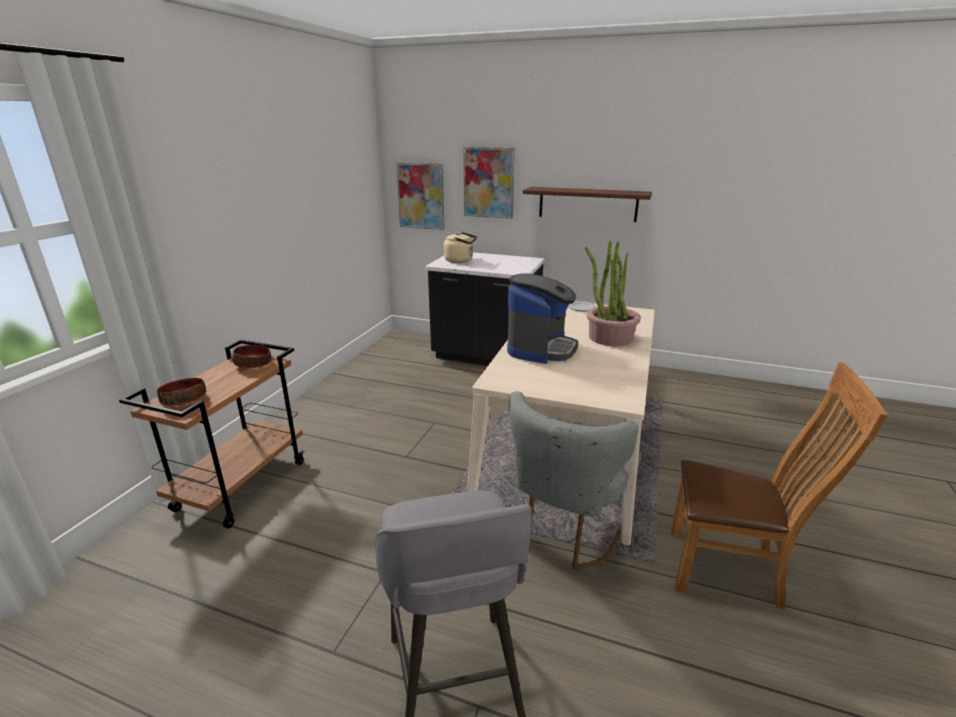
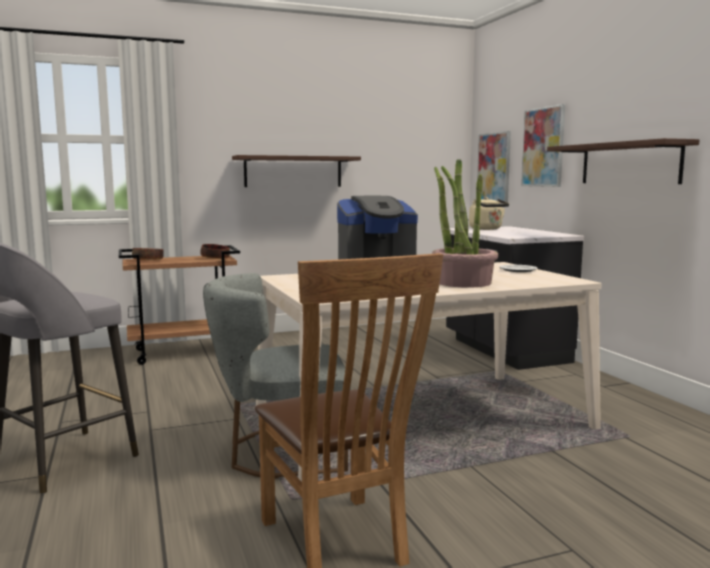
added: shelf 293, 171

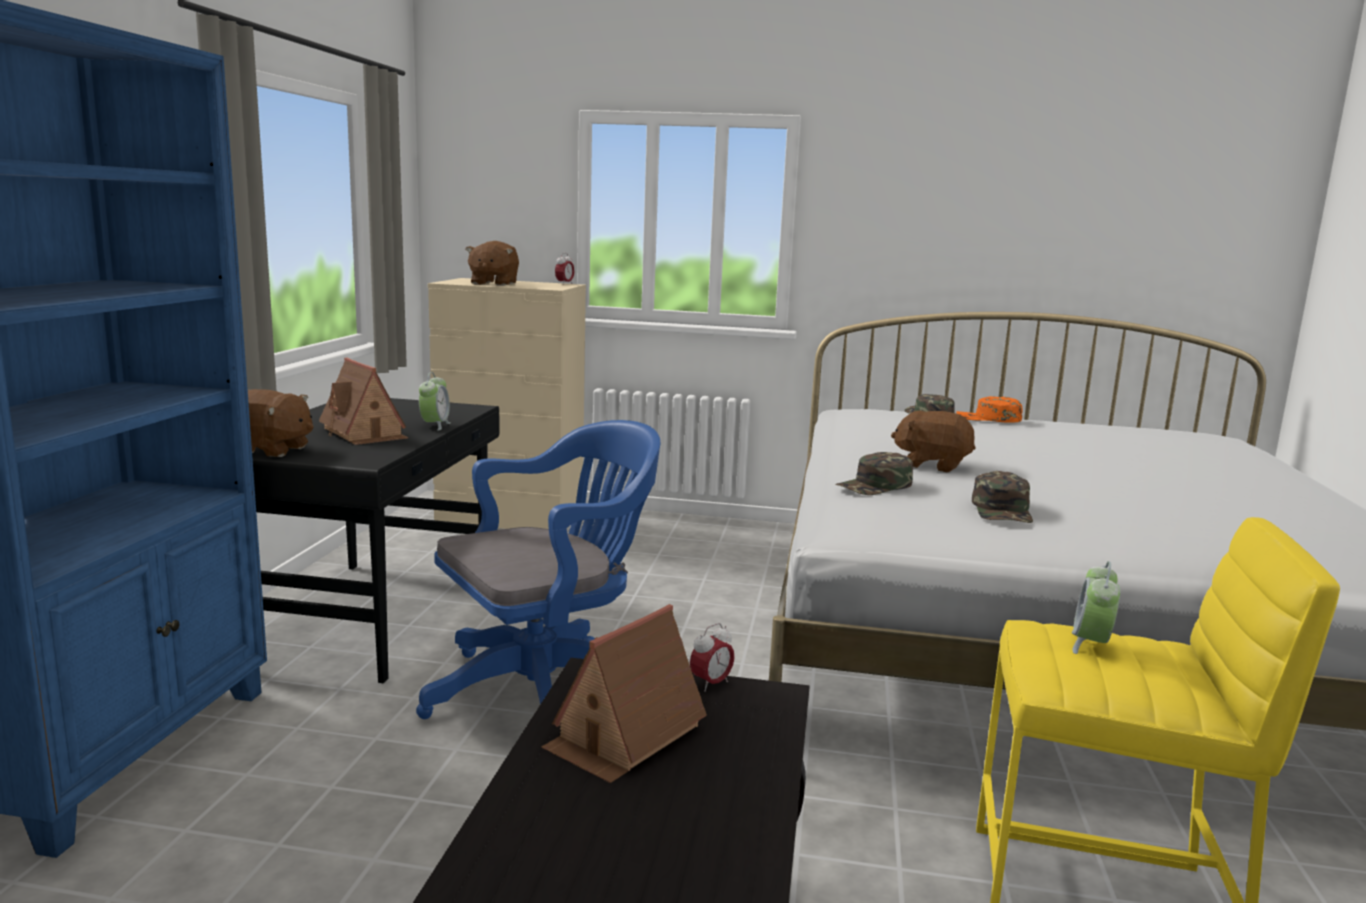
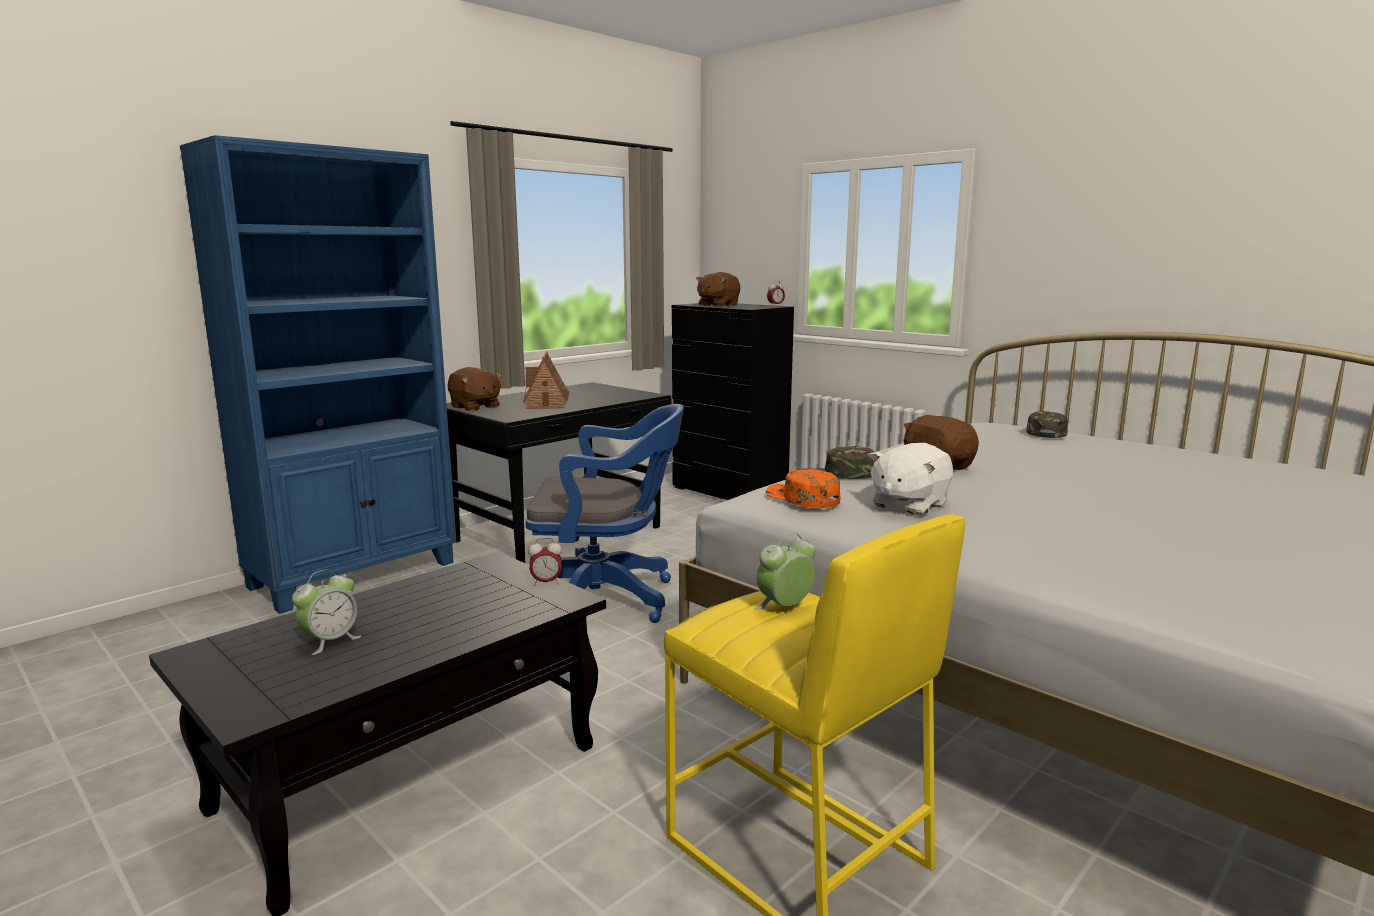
removed: toy house 624, 735
moved: alarm clock 435, 426 to 330, 641; cap/orange 988, 418 to 802, 498
replaced: cap/green 1003, 510 to plush toy/white 909, 505
recoloured: dresser/beige 511, 519 to dresser/black 729, 492

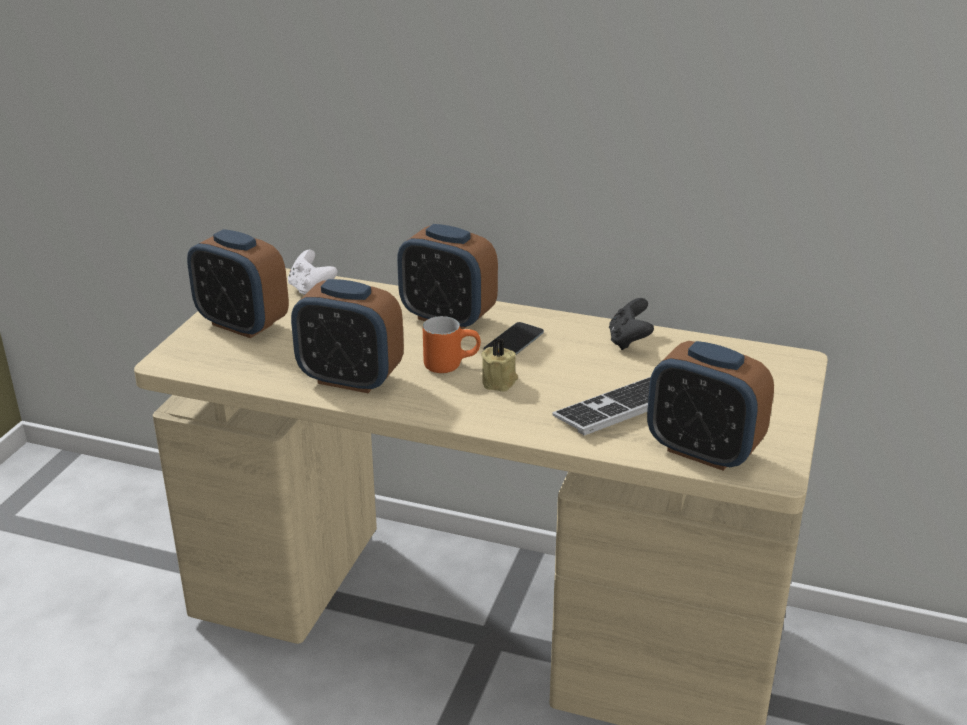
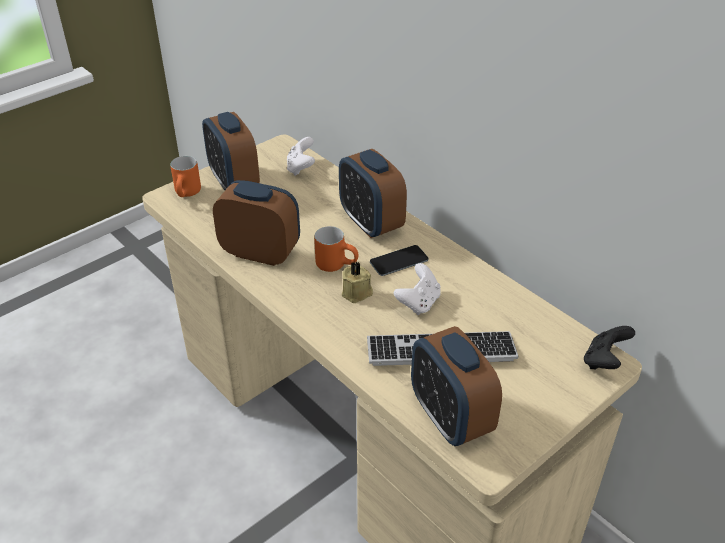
added: mug/orange 188, 194; game controller/white 418, 303
moved: game controller/black 629, 341 to 604, 361
turned: alarm clock 350, 379 = 260, 253 150 degrees clockwise

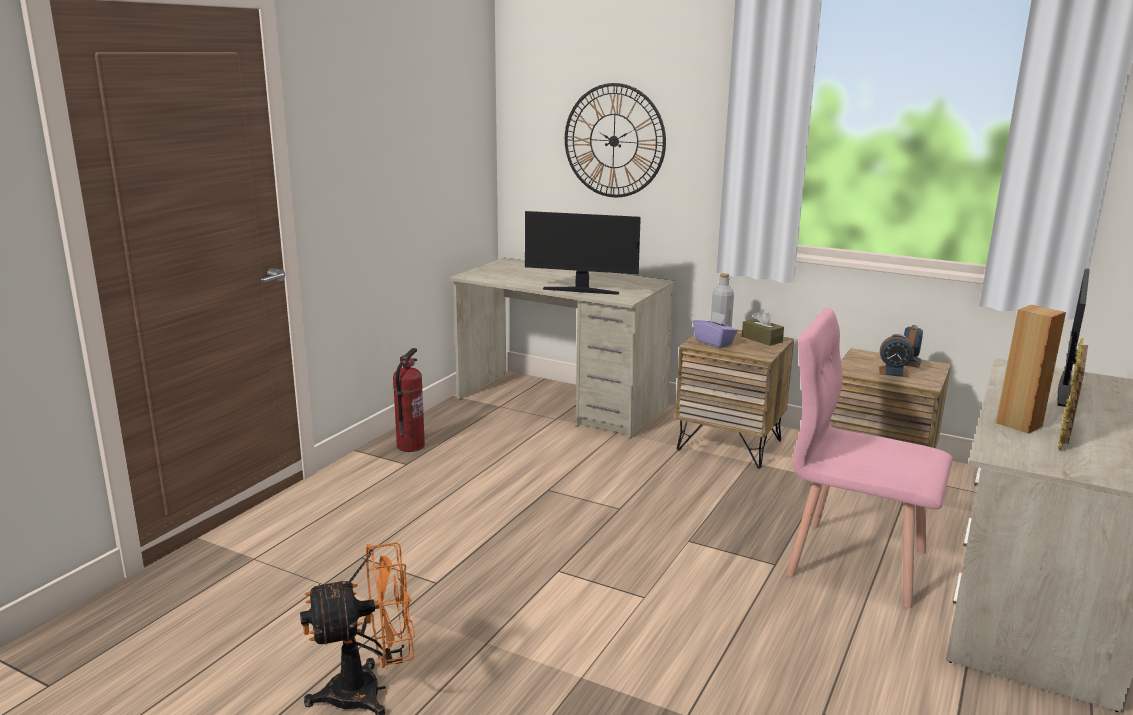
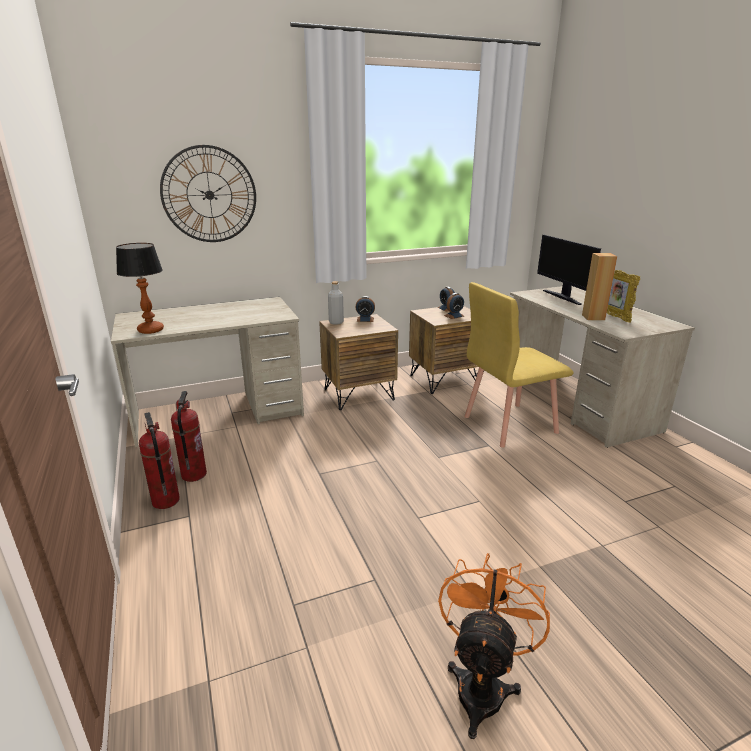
removed: monitor 581, 290; tissue box/purple 714, 342
added: table lamp 150, 330; fire extinguisher 193, 474
replaced: tissue box/brown 762, 339 to alarm clock 365, 319
recoloured: chair/pink 856, 561 to chair/yellow 509, 424

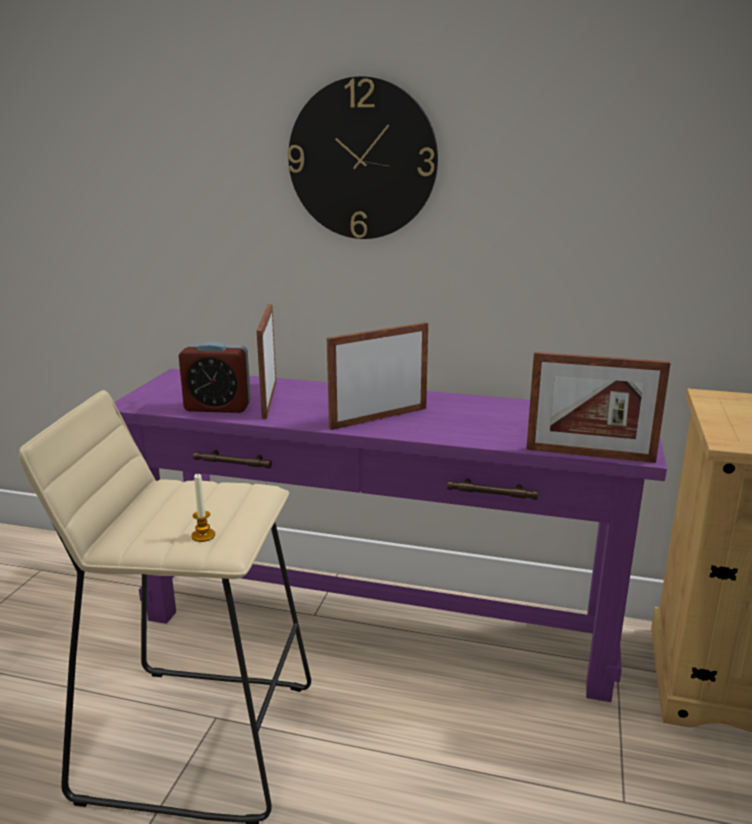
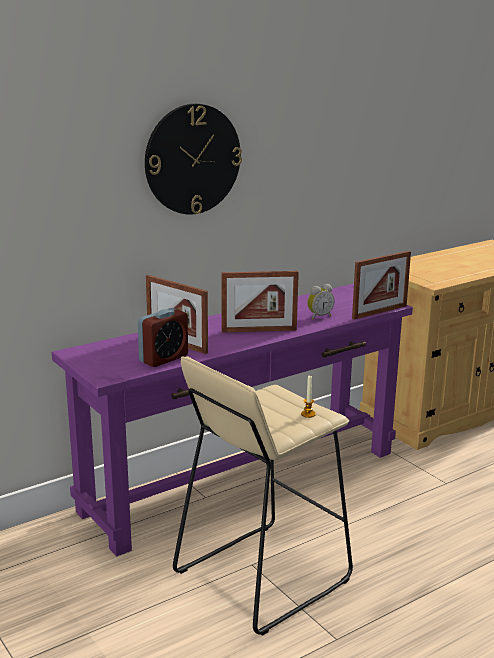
added: alarm clock 319, 316
turned: picture frame 379, 418 = 259, 330 105 degrees counterclockwise

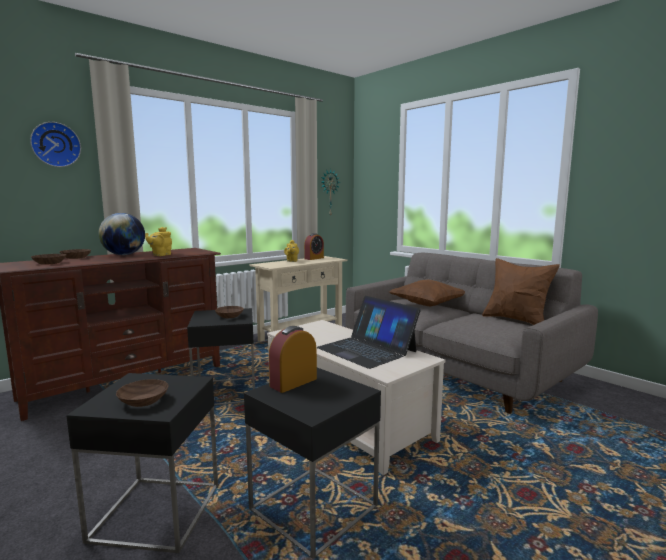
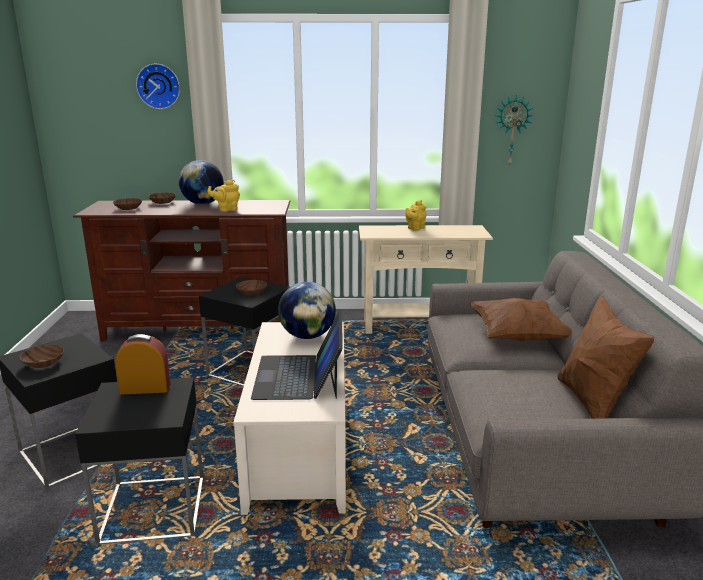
removed: alarm clock 314, 258
added: globe 307, 336

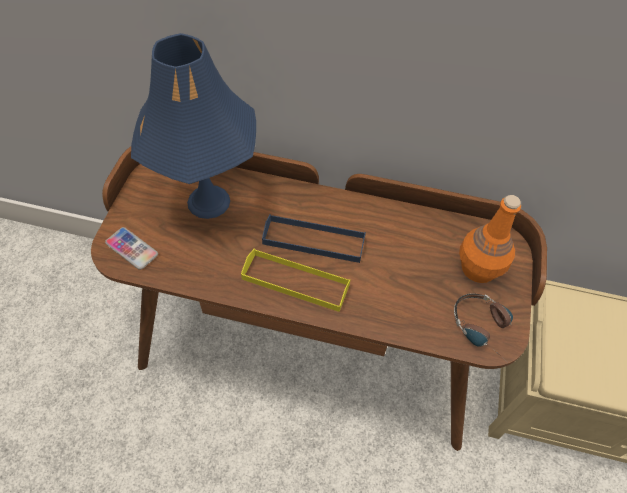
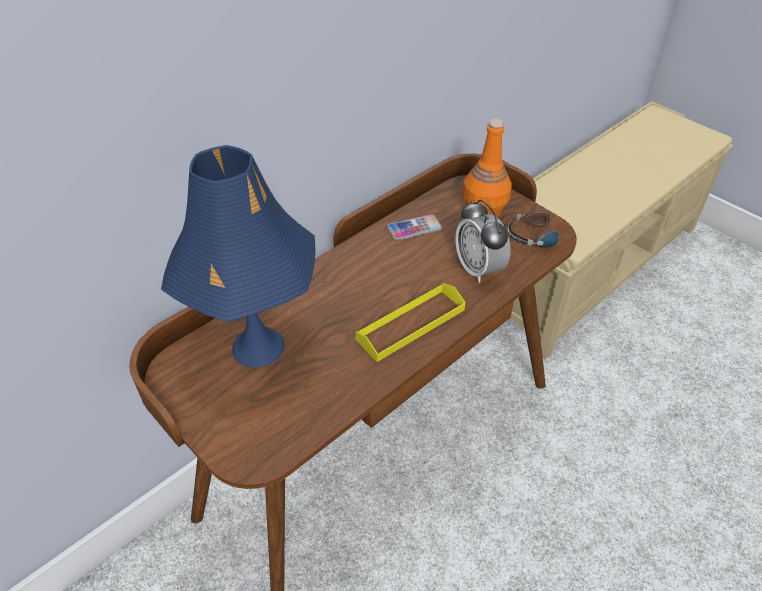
removed: tray/blue 313, 241
added: alarm clock 478, 269
moved: phone 132, 249 to 414, 228

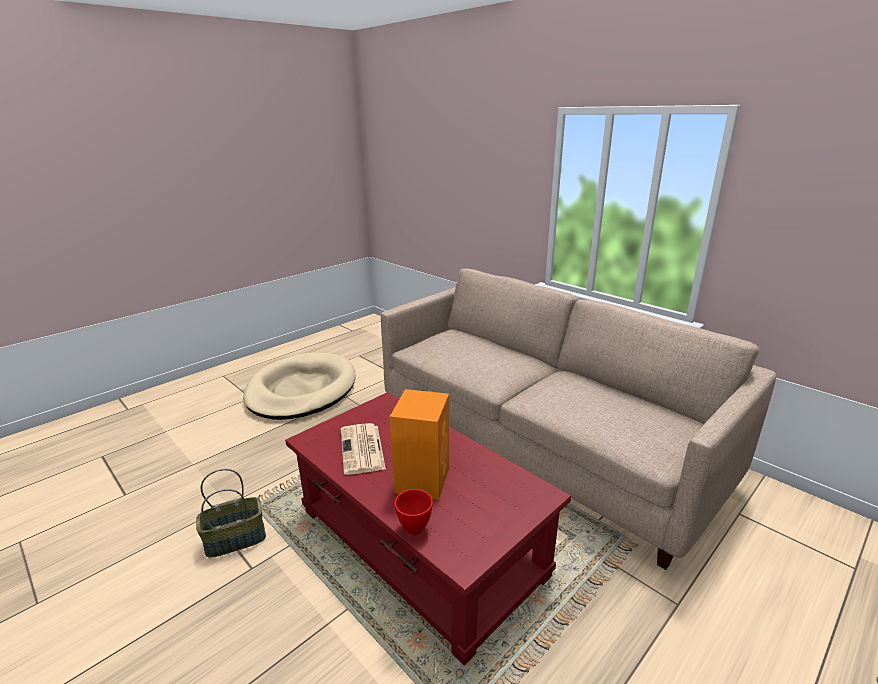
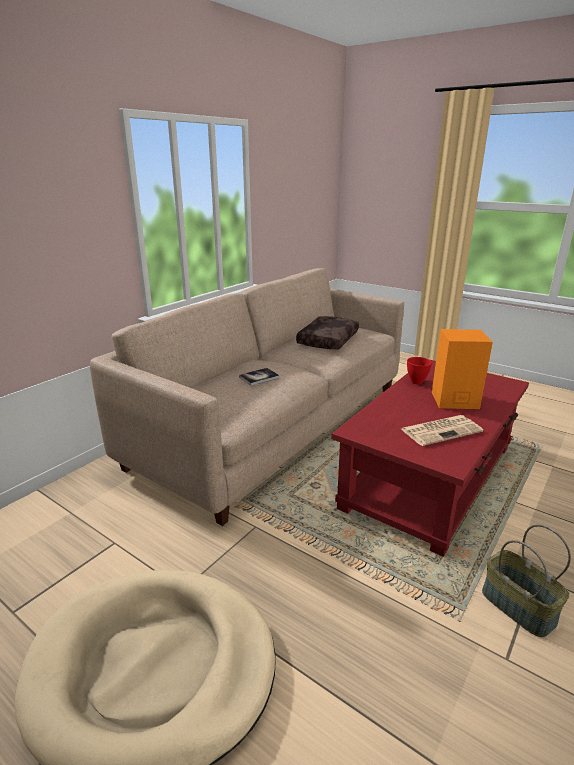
added: book 259, 377; pillow/brown 327, 340
moved: bowl/red 414, 528 to 416, 382

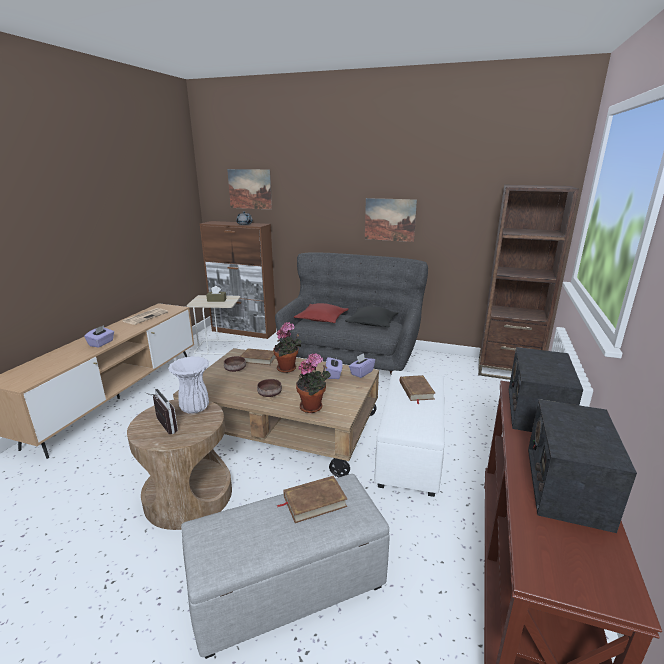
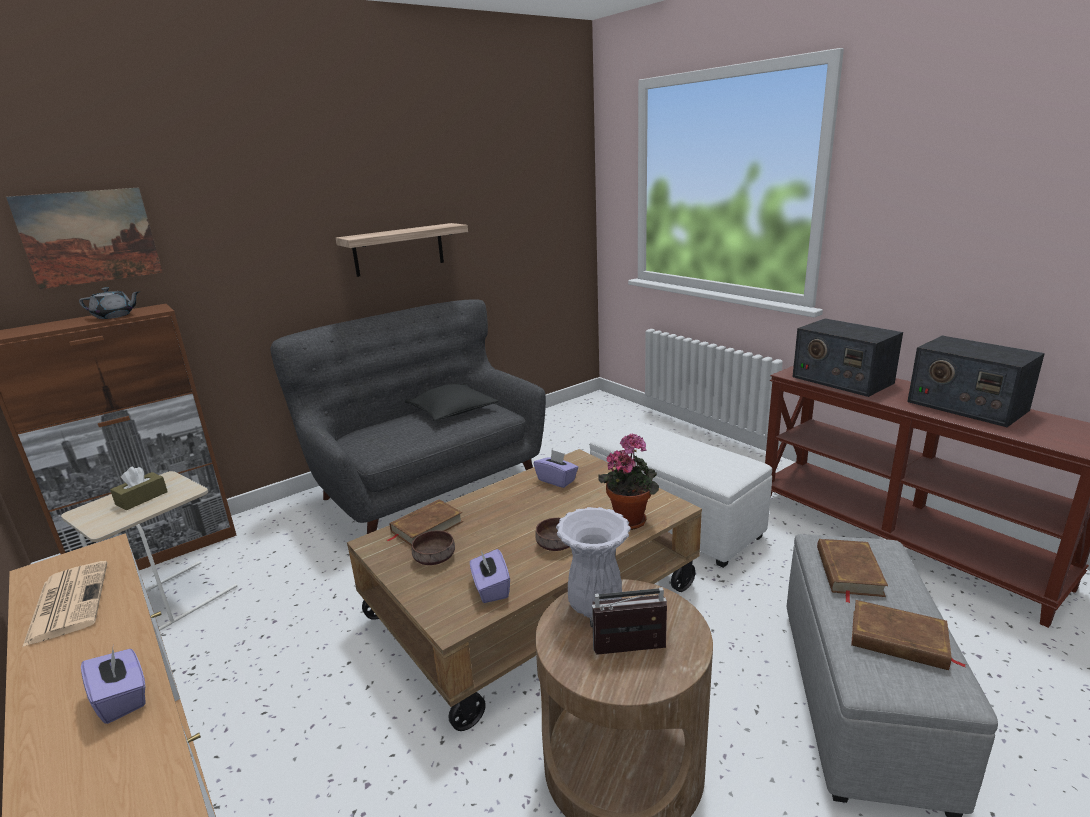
removed: potted plant 288, 369; pillow/red 321, 319; bookcase/brown 507, 371
moved: tissue box/purple 361, 373 to 490, 589; book/brown 416, 390 to 898, 640
replaced: picture 390, 219 to shelf 399, 249

